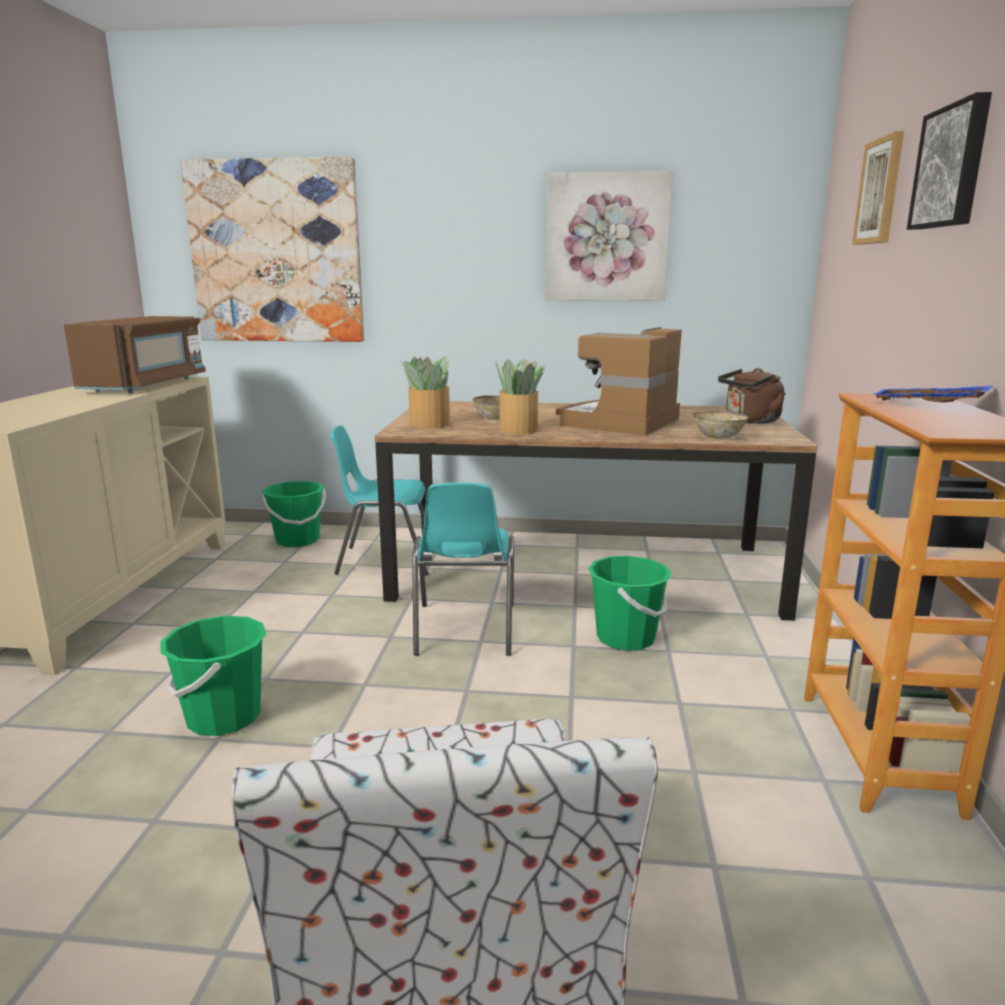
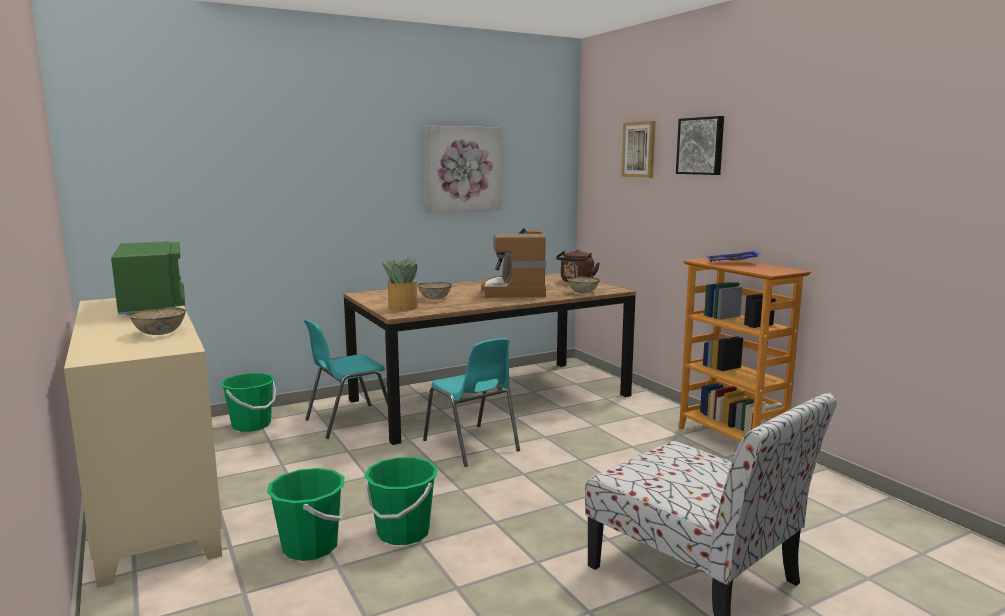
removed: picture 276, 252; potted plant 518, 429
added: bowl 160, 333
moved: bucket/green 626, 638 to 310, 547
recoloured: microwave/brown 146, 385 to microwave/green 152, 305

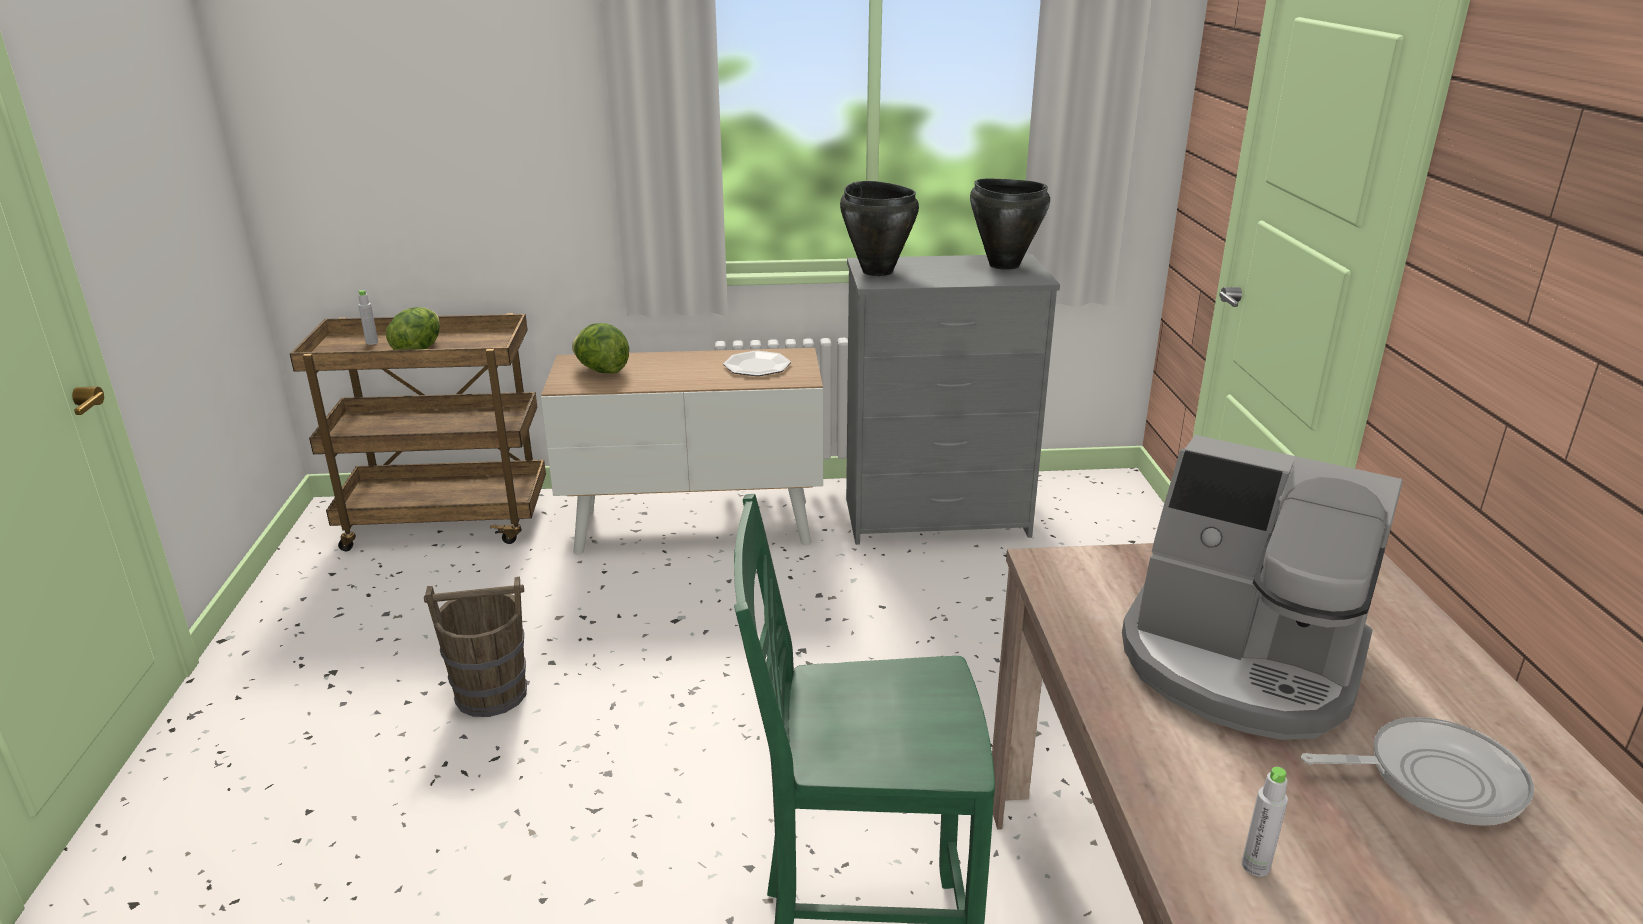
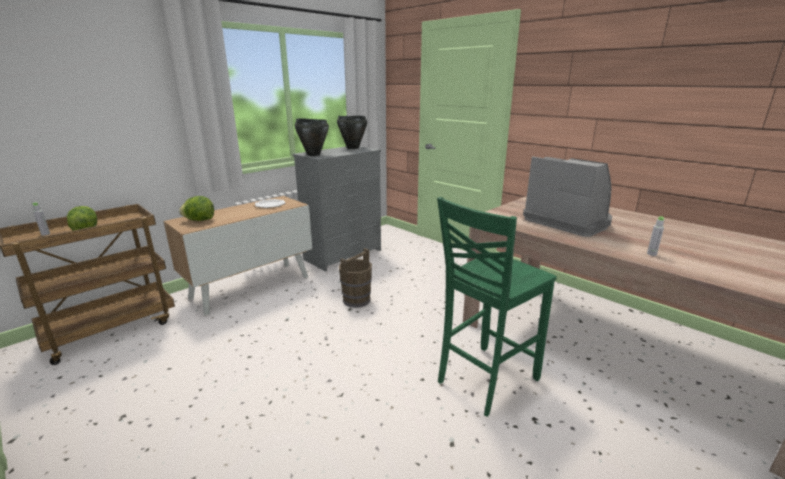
removed: frying pan 1434, 778
moved: bucket/brown 490, 694 to 356, 300
turned: coffee machine 1240, 663 = 567, 221 120 degrees counterclockwise

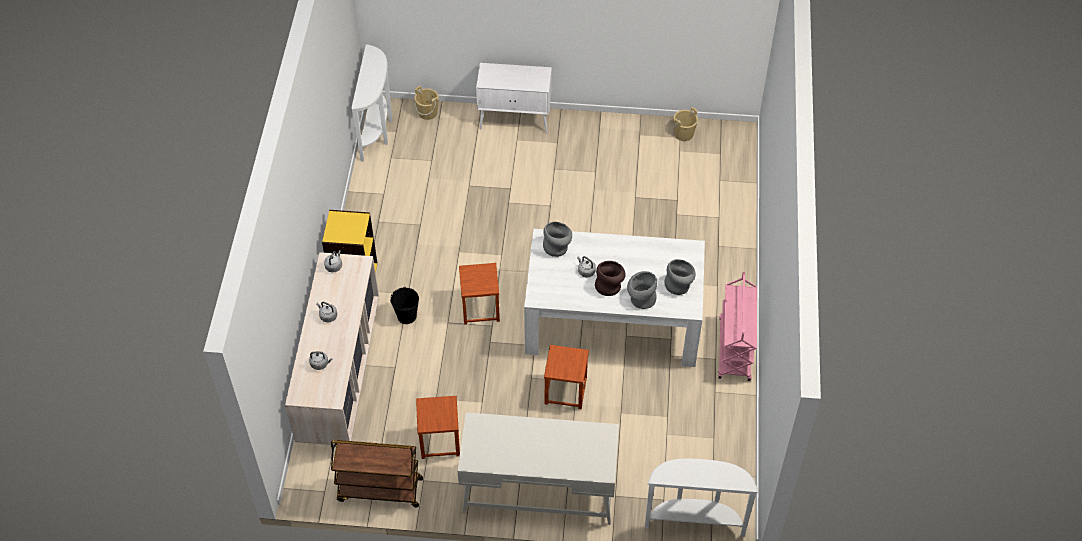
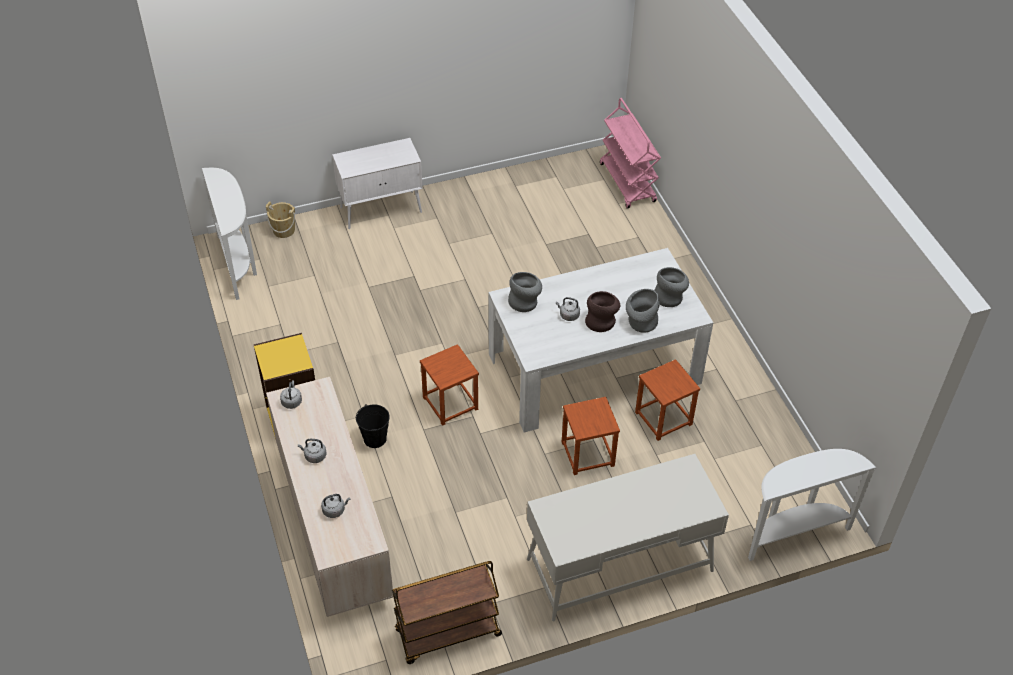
removed: bucket/beige 683, 134
moved: stool/brown 440, 441 to 663, 419; cart/pink 734, 350 to 628, 183

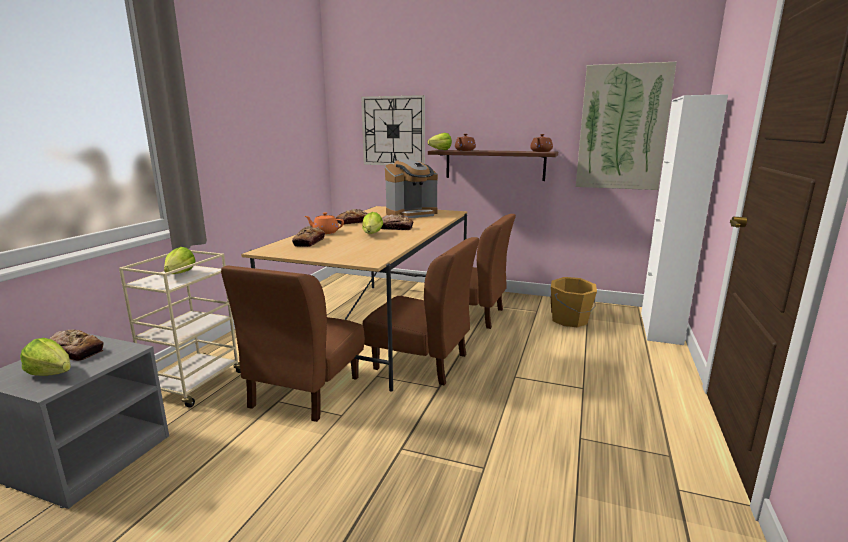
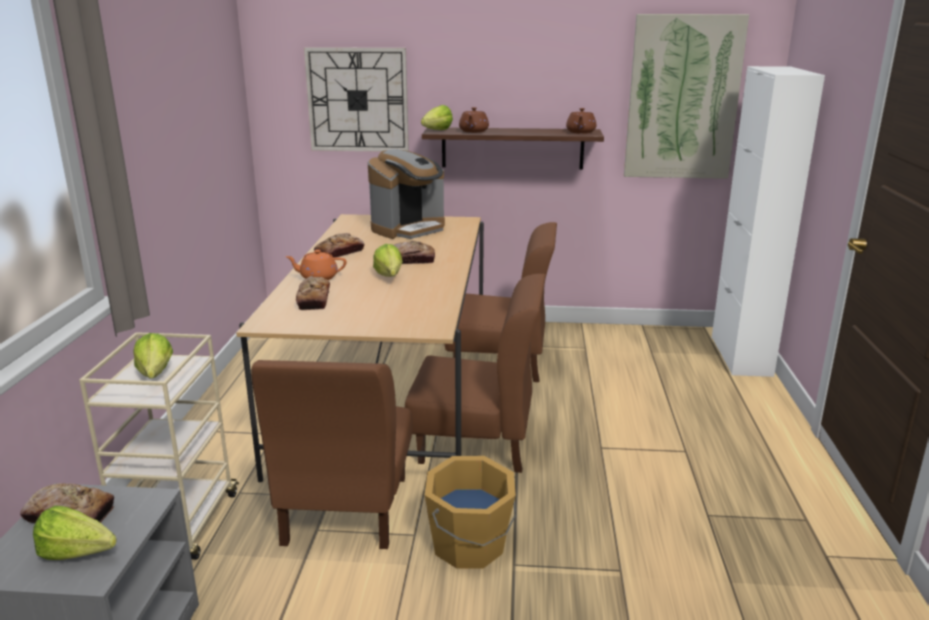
moved: bucket/orange 570, 320 to 470, 546

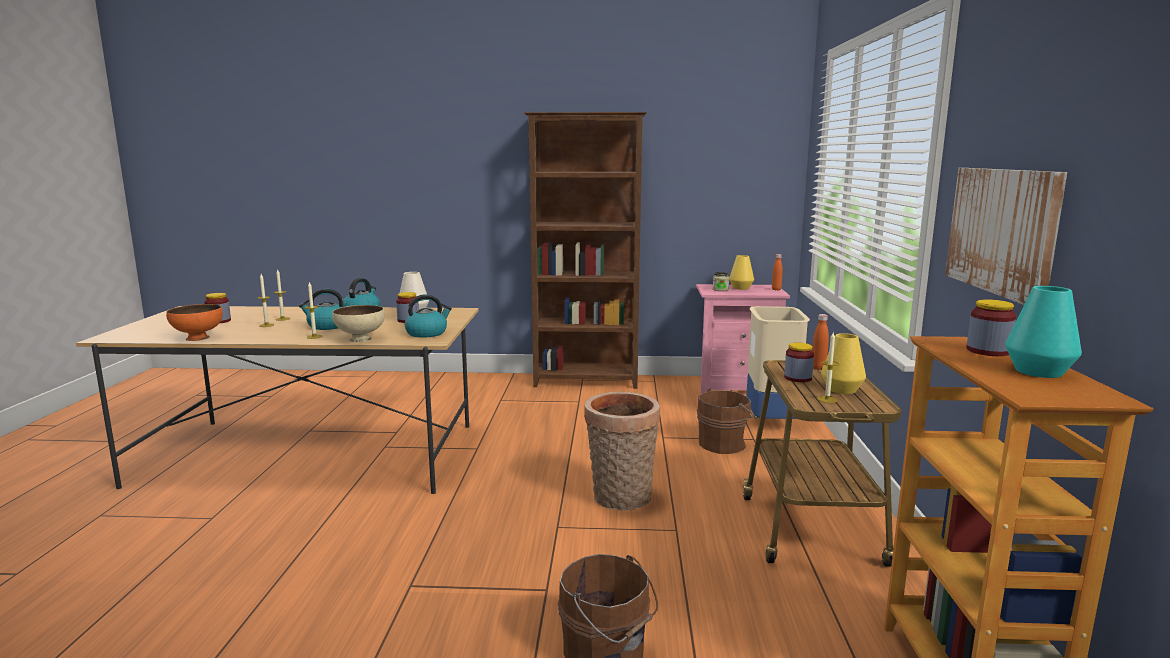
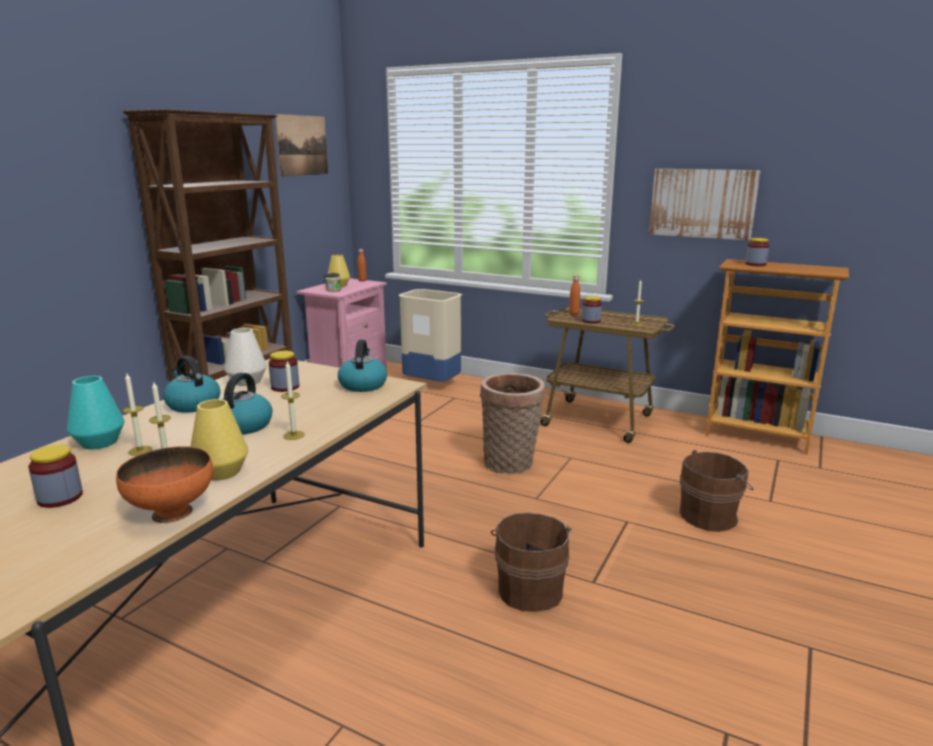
removed: bowl/beige 361, 339
added: picture 302, 145
moved: bucket/brown 724, 444 to 530, 588; vase/yellow 841, 389 to 221, 472; vase/turquoise 1038, 371 to 99, 442

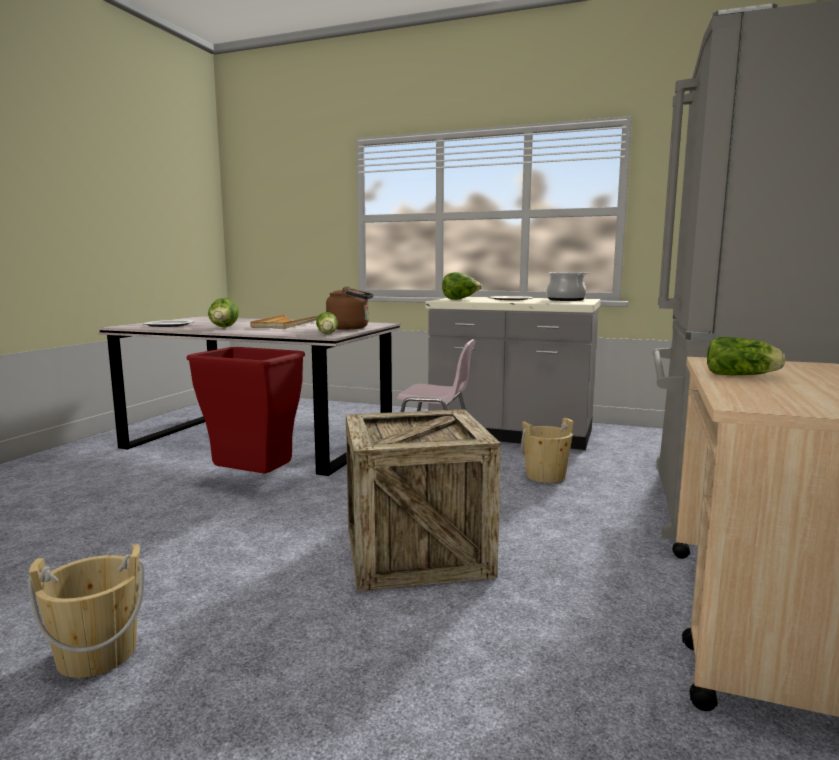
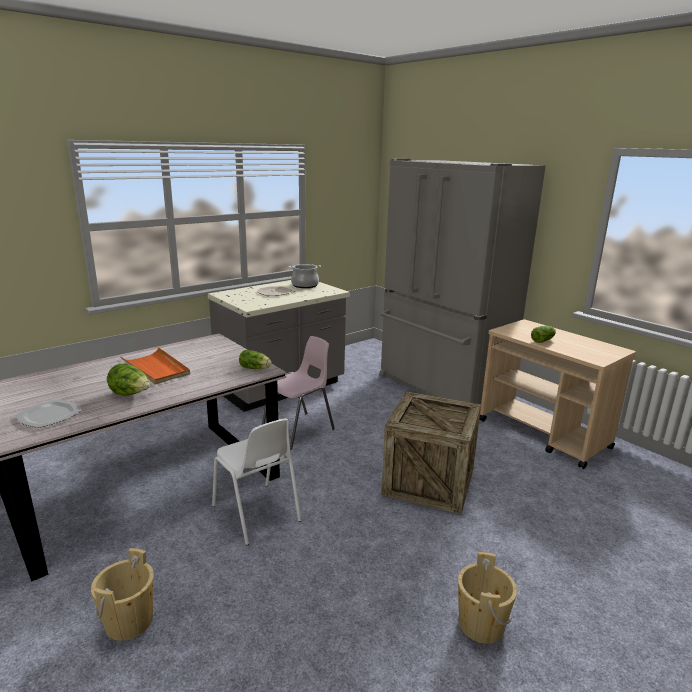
removed: kettle/brown 351, 328; lettuce 460, 299
moved: bucket/beige 545, 476 to 129, 621
replaced: trash can/red 252, 483 to chair/white 256, 514
recoloured: tray/beige 285, 325 to tray/orange 156, 368

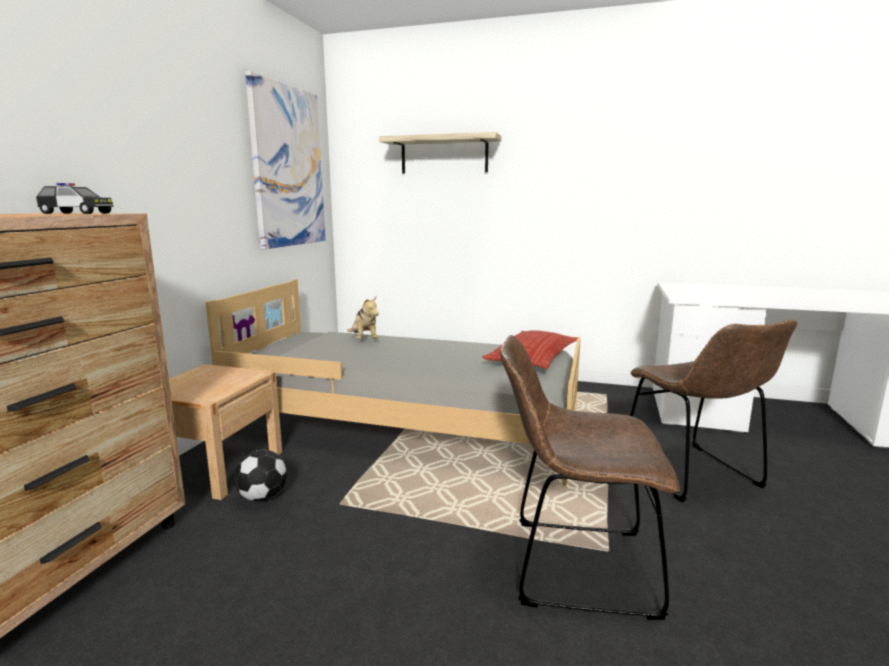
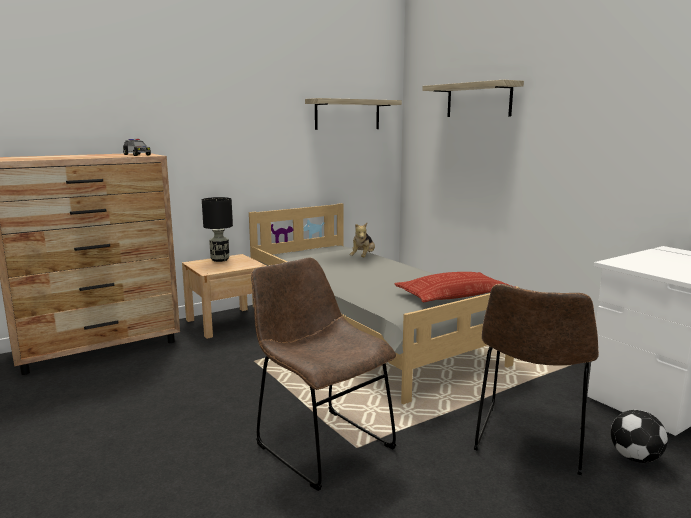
added: table lamp/black 220, 259
moved: football 263, 497 to 635, 457
replaced: picture 288, 167 to shelf 347, 114

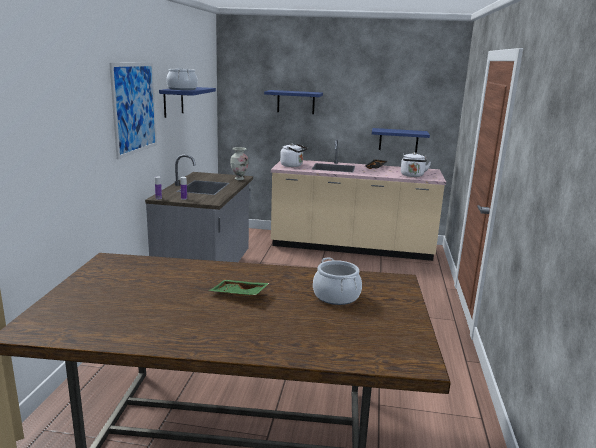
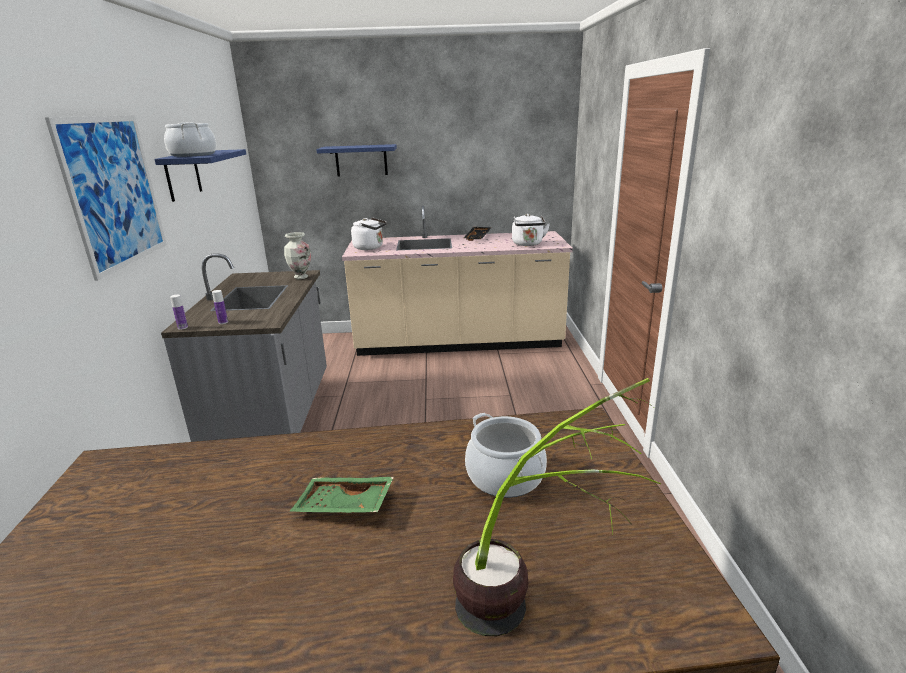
removed: shelf/blue 398, 140
added: potted plant 533, 602

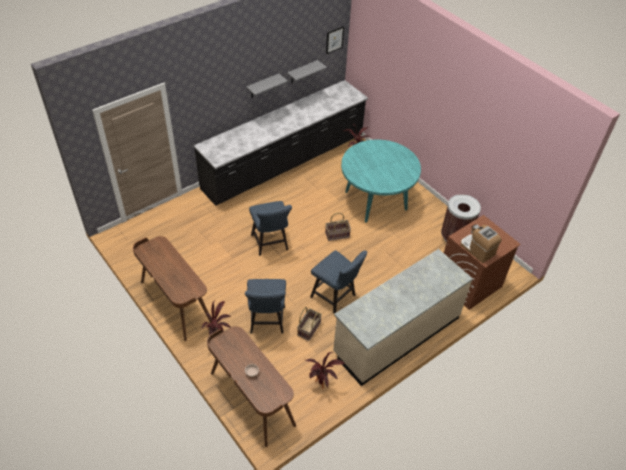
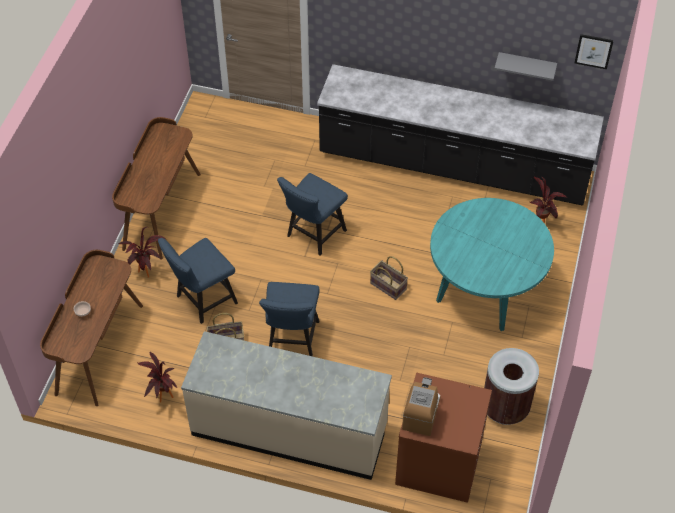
removed: shelf/grey 262, 86

